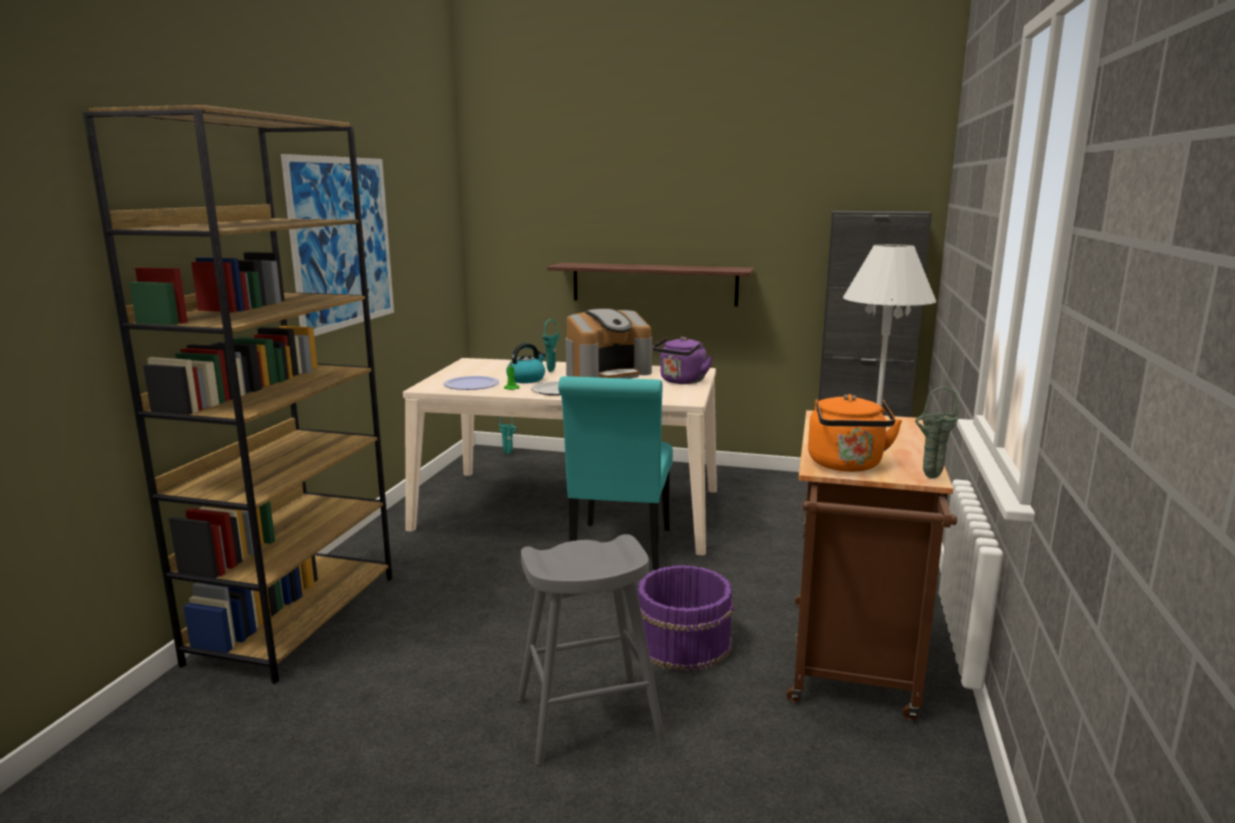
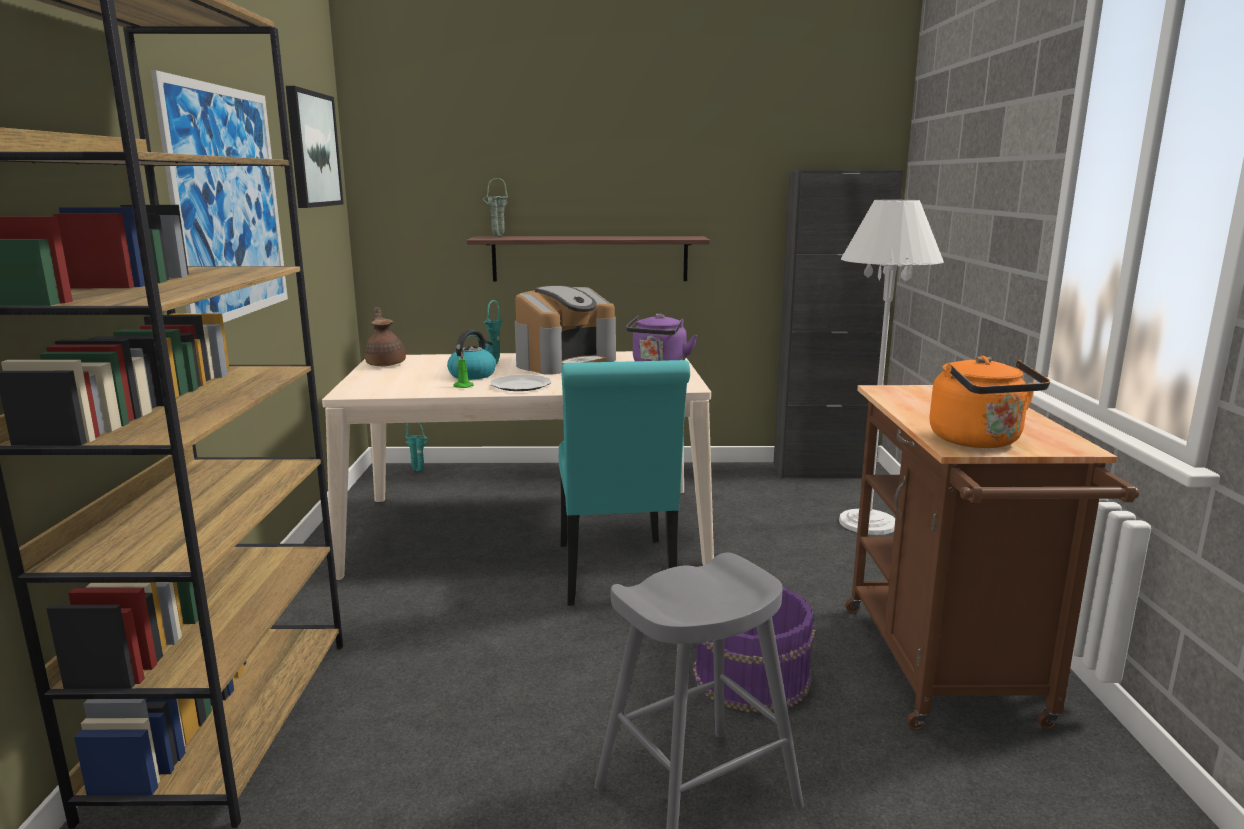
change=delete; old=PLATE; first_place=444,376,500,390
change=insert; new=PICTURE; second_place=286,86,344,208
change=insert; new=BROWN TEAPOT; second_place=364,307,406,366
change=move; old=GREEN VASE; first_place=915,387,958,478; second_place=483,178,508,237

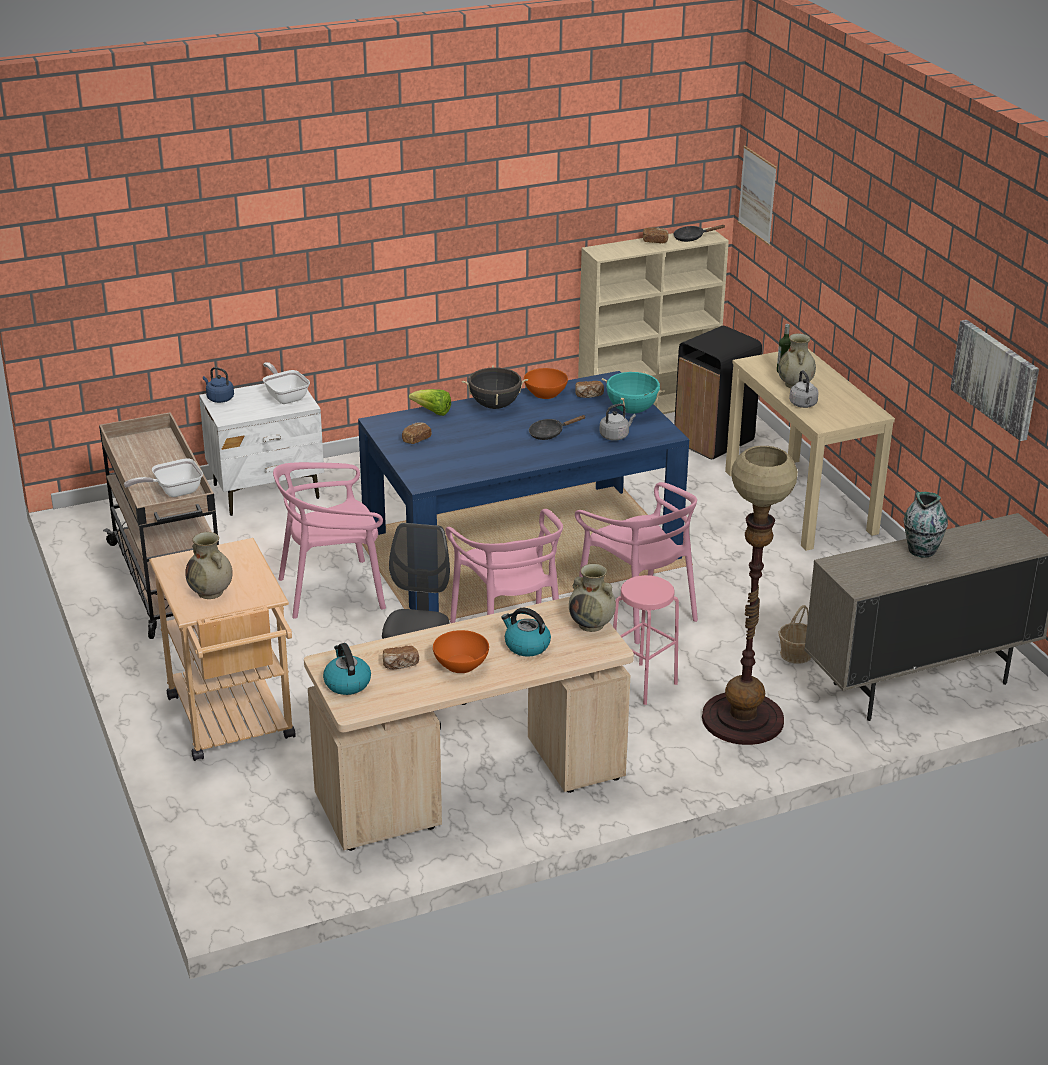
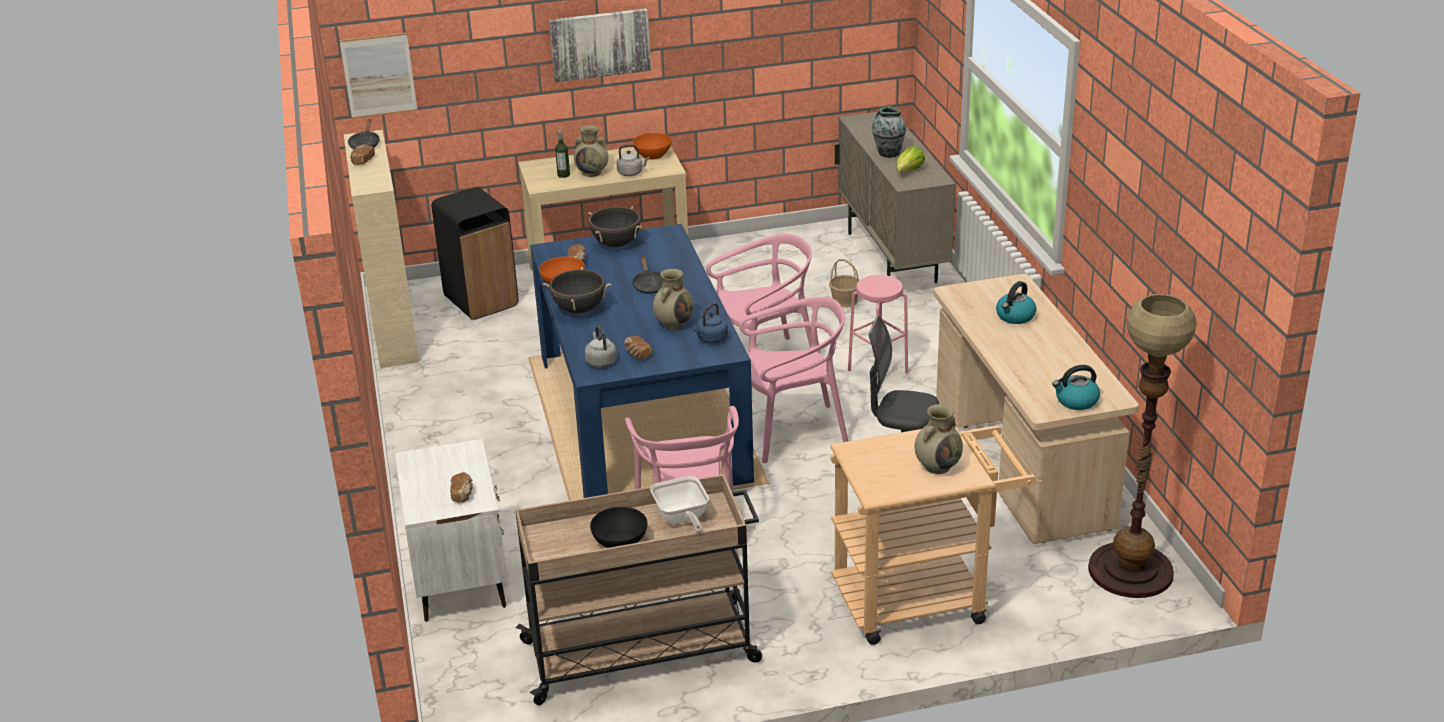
change=delete; old=FRYING PAN; first_place=263,362,310,404
change=insert; new=BLACK BOWL; second_place=590,507,647,548
change=move; old=BLUE KETTLE; first_place=203,367,234,403; second_place=694,303,728,344
change=move; old=BREAD; first_place=383,646,419,669; second_place=450,472,473,503
change=move; old=LETTUCE; first_place=409,389,451,416; second_place=897,146,925,172
change=move; old=ORANGE BOWL; first_place=433,630,489,673; second_place=632,133,672,159
change=move; old=BEIGE VASE; first_place=569,564,616,632; second_place=653,269,694,329
change=move; old=GREY KETTLE; first_place=599,404,636,441; second_place=585,326,617,367
change=move; old=FLOOR LAMP; first_place=702,446,798,745; second_place=1088,294,1197,598
change=move; old=PICTURE; first_place=950,320,1039,441; second_place=549,8,651,82
change=recolor; old=TURQUOISE COOKING POT; new=BLACK COOKING POT; first_place=602,371,665,414; second_place=588,206,642,247

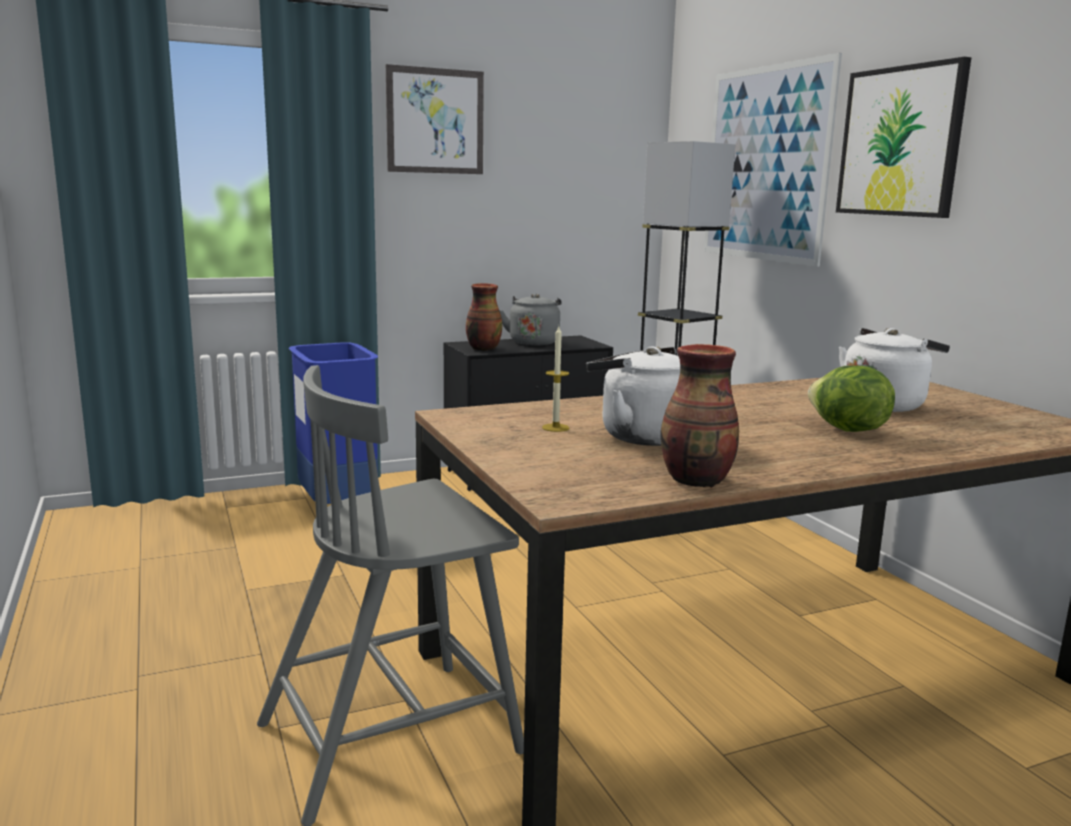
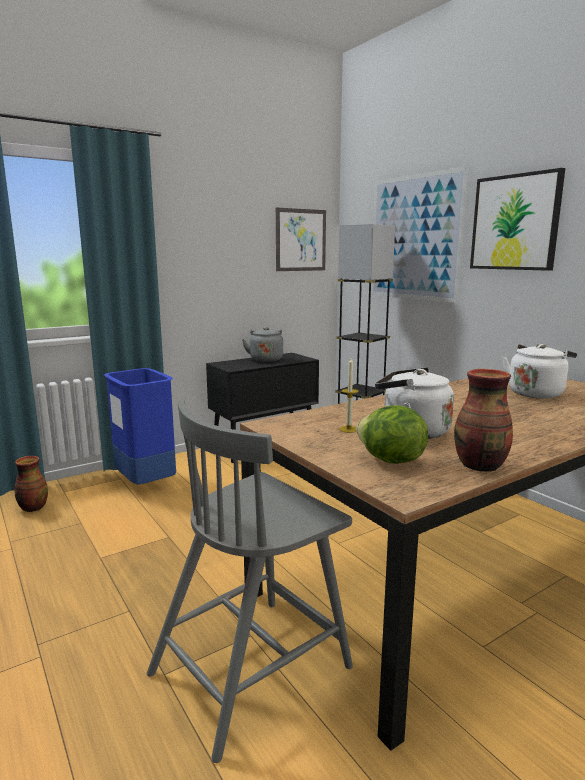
change=move; old=PICTURE; first_place=386,64,484,174; second_place=276,208,326,271
change=move; old=VASE; first_place=466,283,502,351; second_place=15,456,48,512
change=move; old=LETTUCE; first_place=808,365,895,432; second_place=356,405,428,464

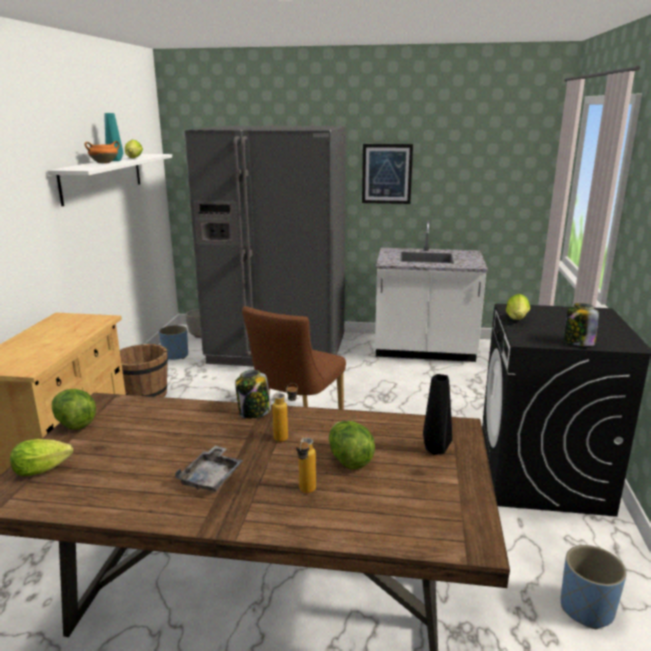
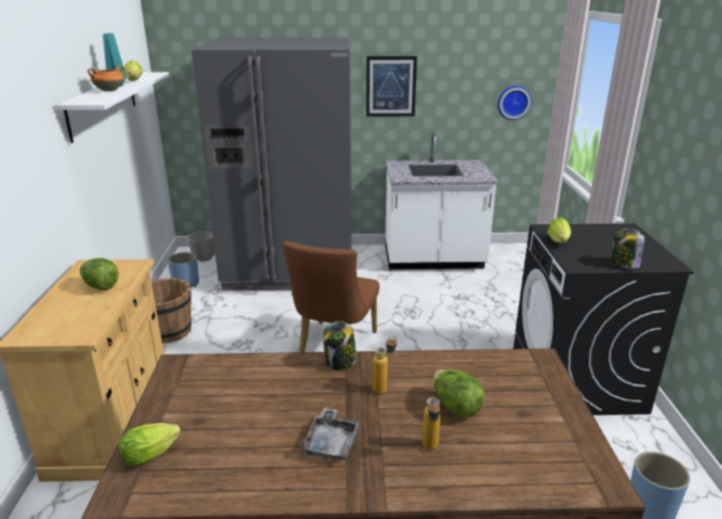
change=delete; old=BLACK VASE; first_place=423,374,452,455
change=insert; new=WALL CLOCK; second_place=498,86,531,120
change=move; old=LETTUCE; first_place=52,389,96,430; second_place=80,258,118,290

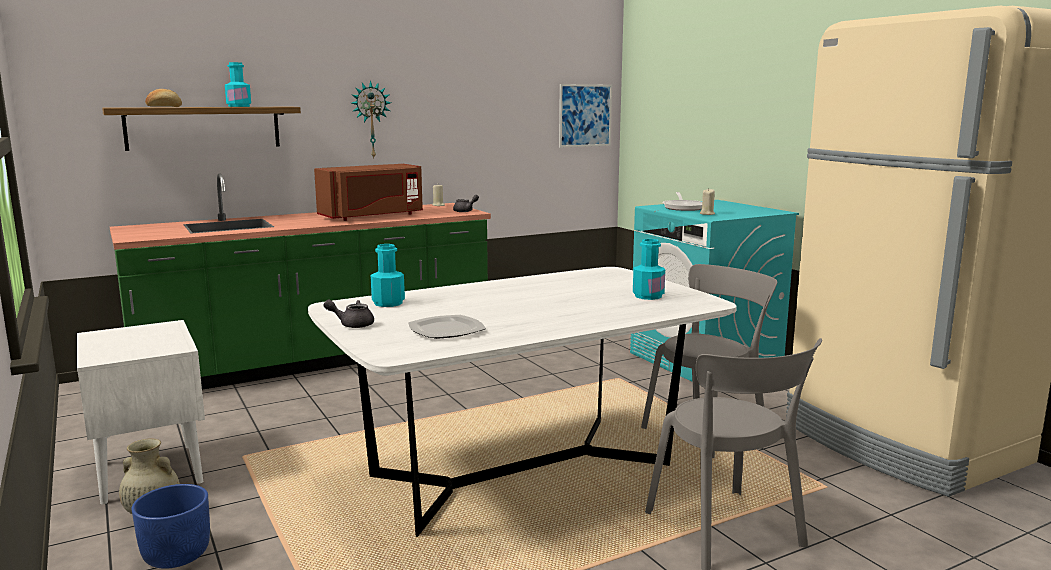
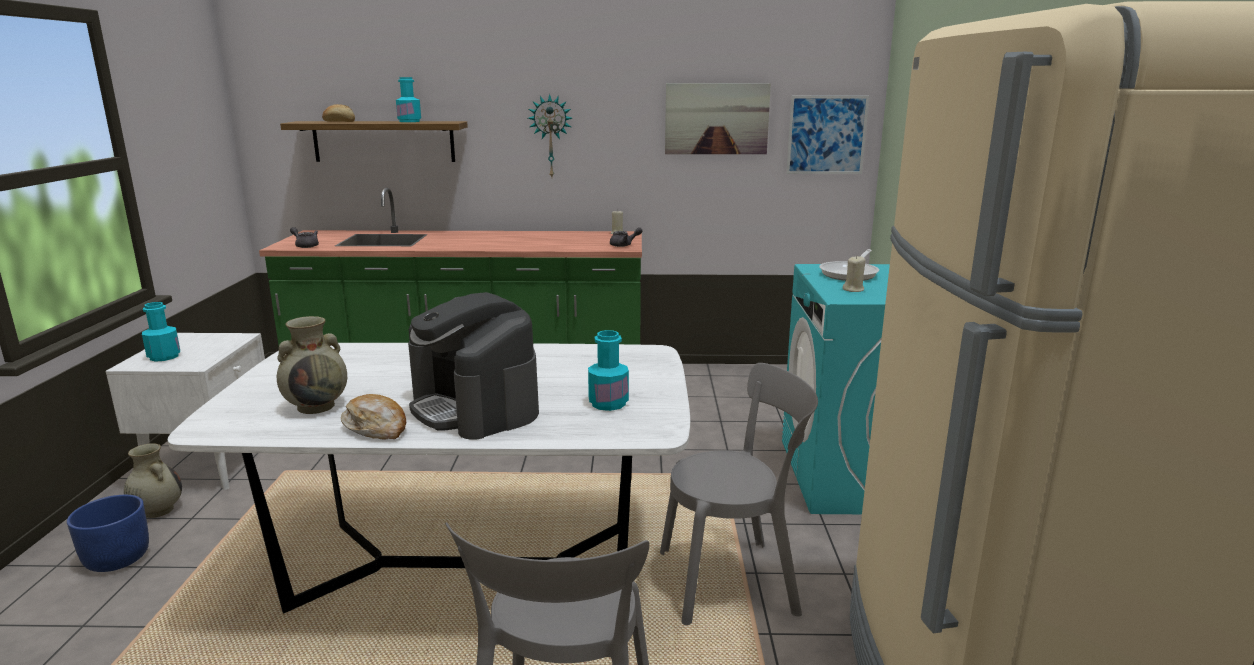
change=delete; old=BROWN MICROWAVE; first_place=314,164,423,221
change=insert; new=BREAD; second_place=341,394,406,440
change=insert; new=COFFEE MACHINE; second_place=408,292,539,440
change=insert; new=PICTURE; second_place=665,83,771,154
change=move; old=GREY TEAPOT; first_place=323,299,374,328; second_place=290,227,319,248
change=move; old=TURQUOISE BOTTLE; first_place=371,244,405,307; second_place=142,302,180,362
change=replace; old=PLATE; new=BEIGE VASE; first_place=408,315,486,339; second_place=277,316,347,414

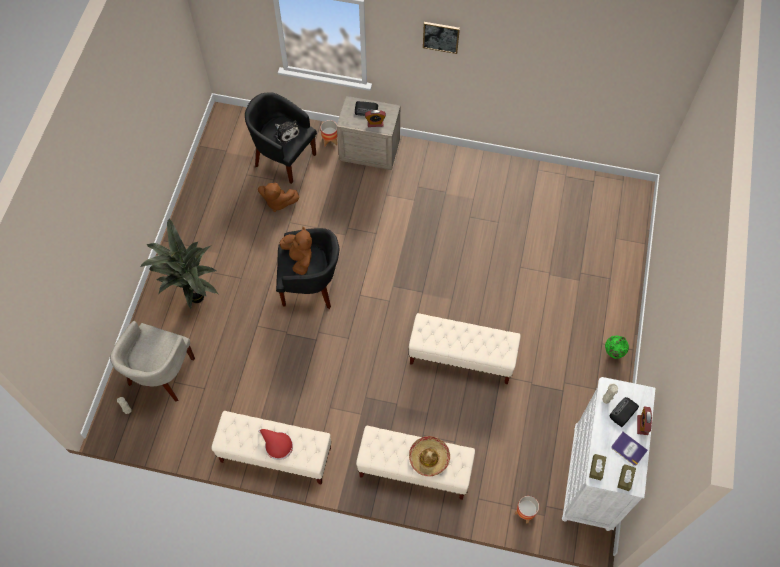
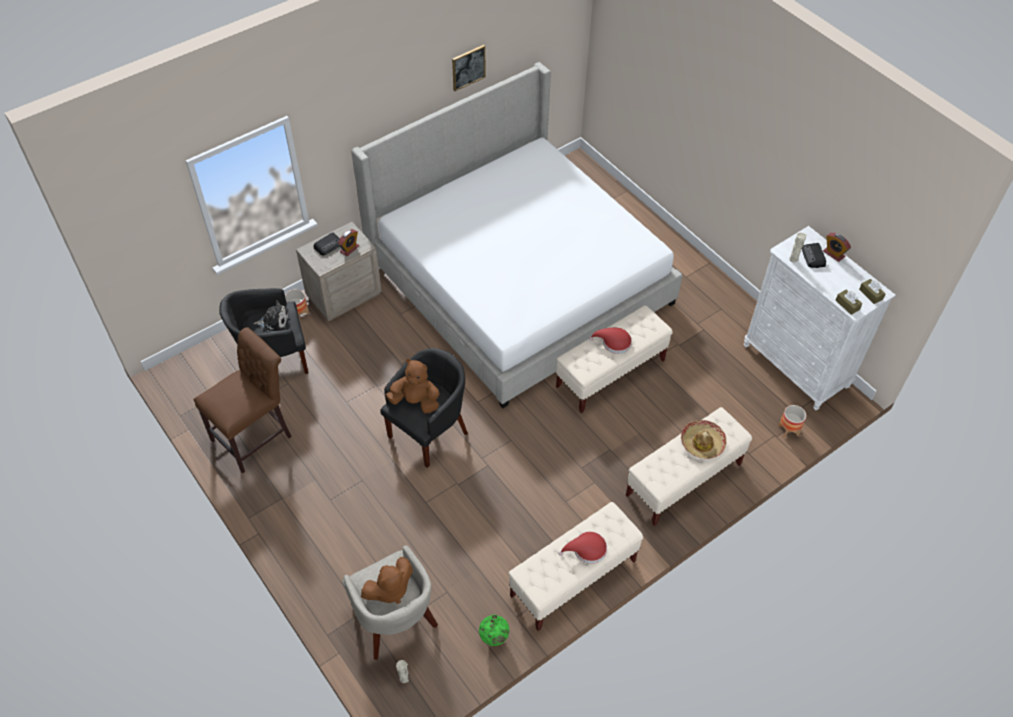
change=delete; old=POTTED PLANT; first_place=140,219,218,309
change=delete; old=BOOK; first_place=611,432,648,466
change=insert; new=BROWN CHAIR; second_place=194,327,292,474
change=insert; new=BED; second_place=351,62,683,408
change=insert; new=RED HAT; second_place=589,328,632,354
change=move; old=BROWN PLUSH TOY; first_place=258,183,300,212; second_place=361,557,413,604
change=move; old=PICTURE; first_place=423,22,460,54; second_place=452,45,486,91
change=move; old=GREEN VASE; first_place=605,336,629,359; second_place=479,614,509,646

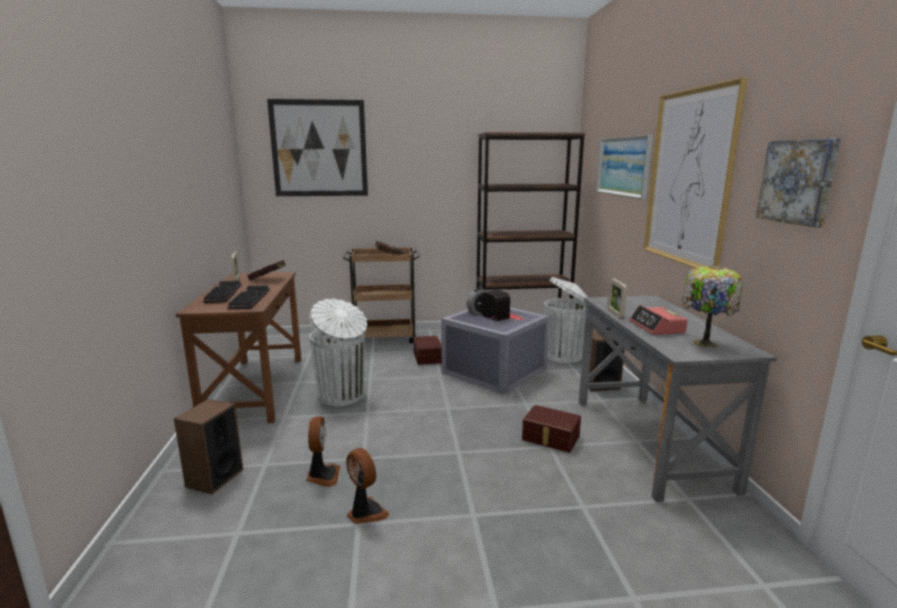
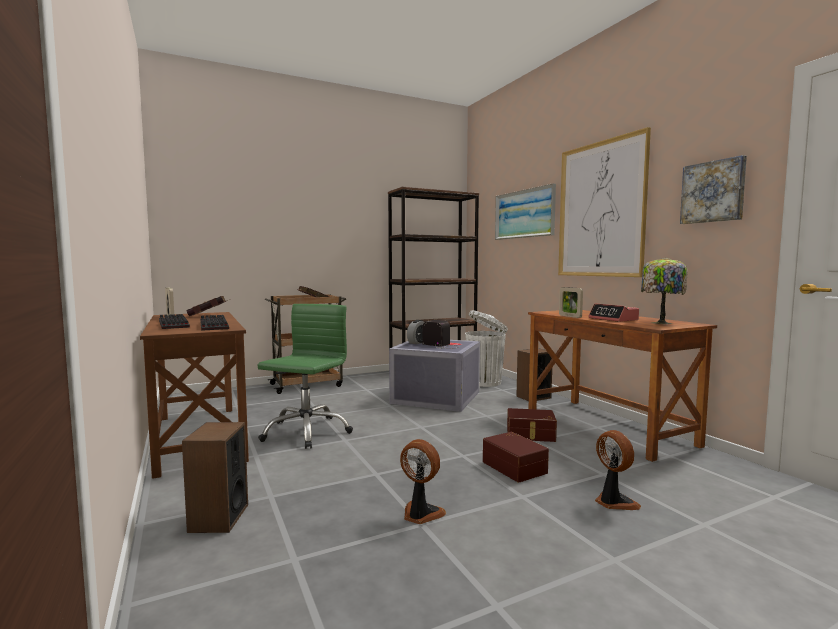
change=delete; old=PICTURE; first_place=267,99,368,196
change=move; old=FAN; first_place=306,416,340,487; second_place=595,430,641,510
change=move; old=BROWN STORAGE BOX; first_place=413,336,442,365; second_place=483,432,549,483
change=replace; old=WHITE TRASH CAN; new=GREEN OFFICE CHAIR; first_place=309,299,367,406; second_place=257,304,353,449
change=recolor; old=GREY DESK; new=BROWN DESK; first_place=579,295,777,502; second_place=528,310,717,462

